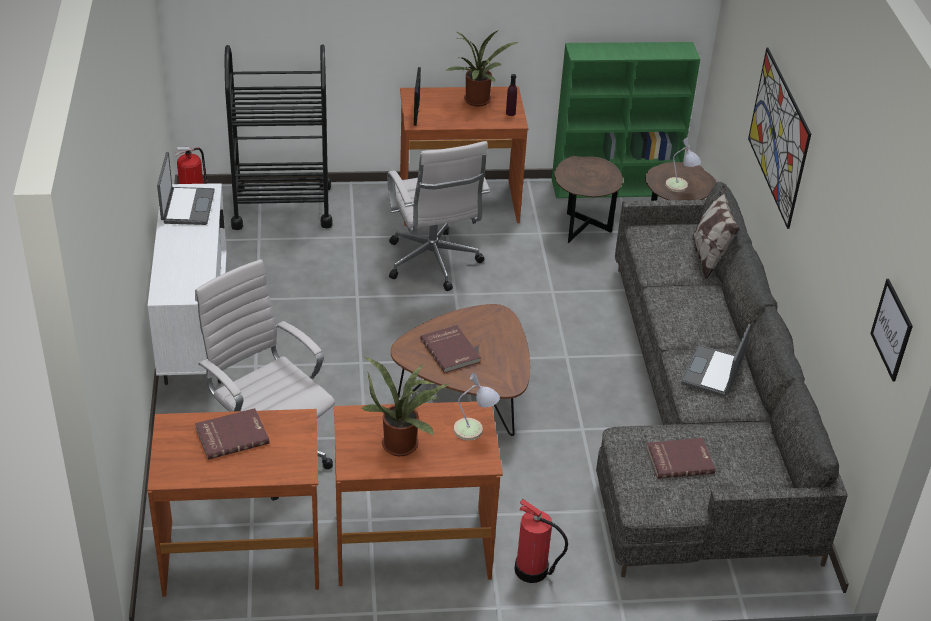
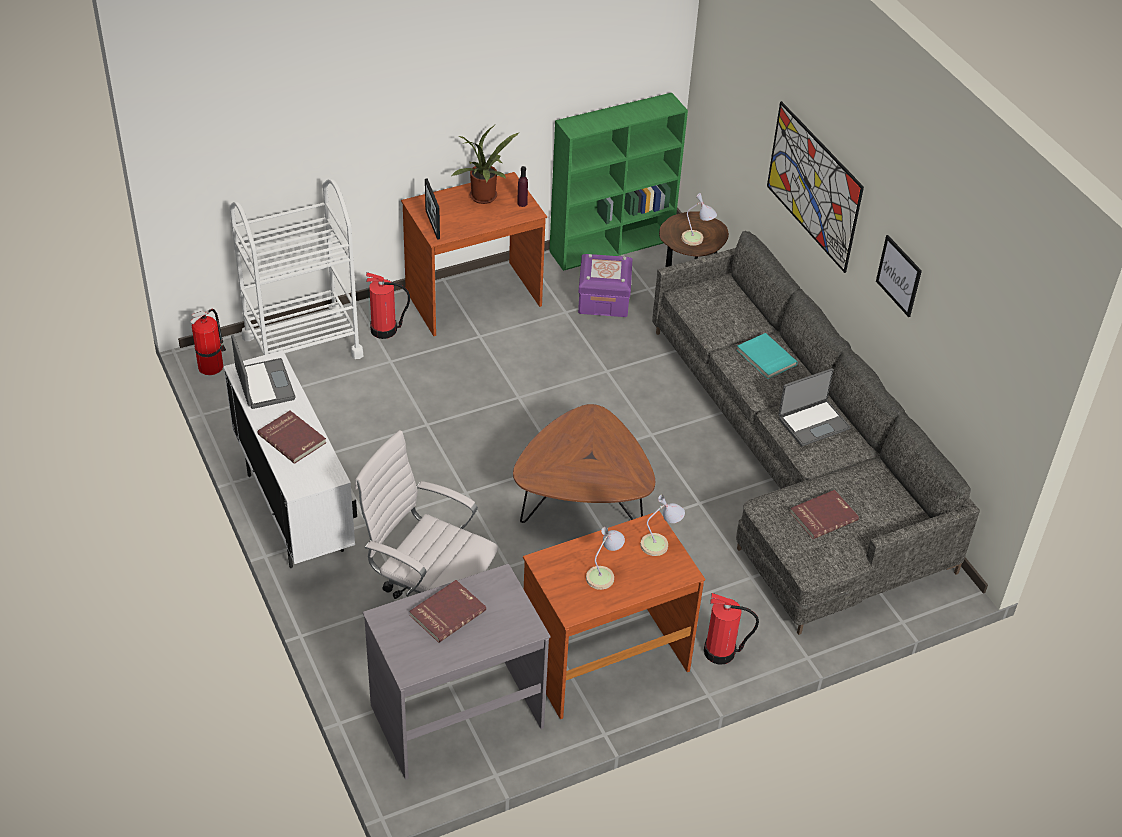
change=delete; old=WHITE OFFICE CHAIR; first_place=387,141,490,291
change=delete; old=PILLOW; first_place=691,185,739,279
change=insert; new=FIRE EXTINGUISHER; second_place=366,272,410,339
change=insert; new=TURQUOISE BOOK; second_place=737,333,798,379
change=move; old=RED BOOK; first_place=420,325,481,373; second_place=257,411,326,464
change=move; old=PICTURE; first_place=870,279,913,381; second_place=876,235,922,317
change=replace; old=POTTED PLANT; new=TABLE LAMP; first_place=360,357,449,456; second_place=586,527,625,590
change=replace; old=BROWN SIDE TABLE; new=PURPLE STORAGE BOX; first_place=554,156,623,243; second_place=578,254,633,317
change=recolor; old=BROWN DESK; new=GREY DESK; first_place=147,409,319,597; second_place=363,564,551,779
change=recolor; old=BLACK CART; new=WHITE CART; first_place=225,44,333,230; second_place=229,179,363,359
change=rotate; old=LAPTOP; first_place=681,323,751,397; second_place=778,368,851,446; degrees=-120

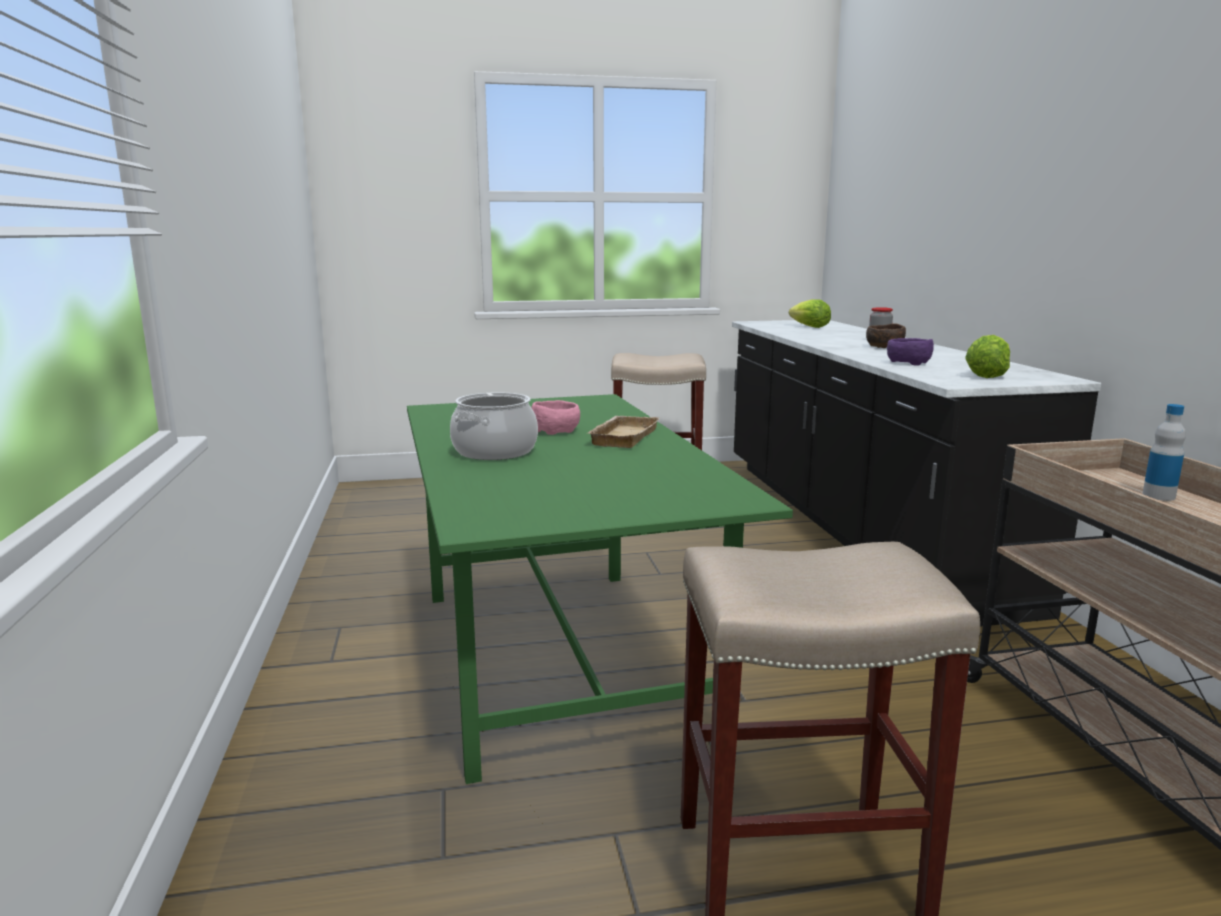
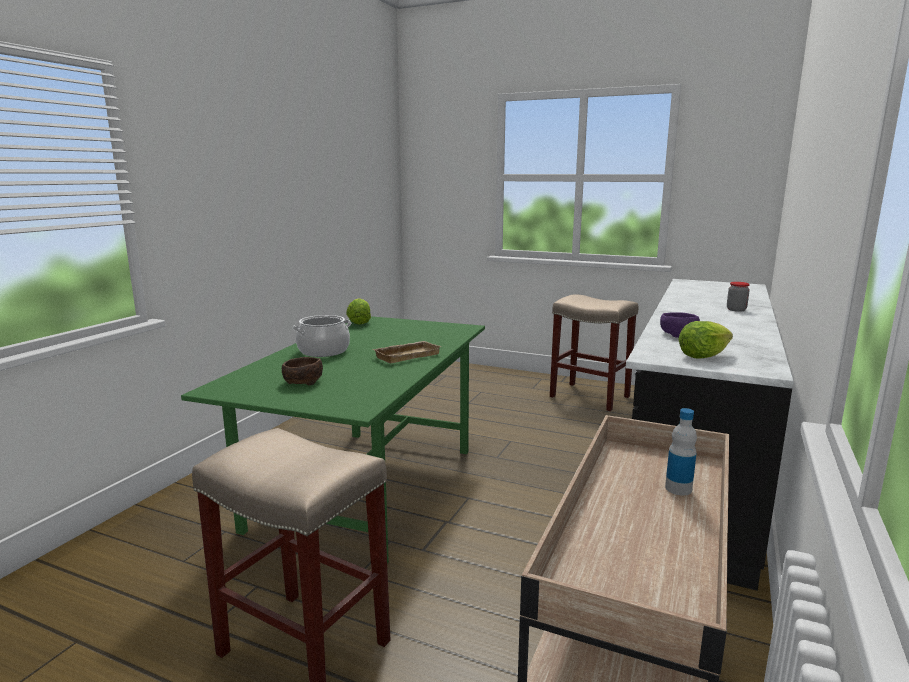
change=delete; old=PINK BOWL; first_place=531,400,580,435
change=move; old=LETTUCE; first_place=789,299,831,328; second_place=346,298,371,324
change=move; old=BROWN BOWL; first_place=866,324,906,348; second_place=282,357,323,385

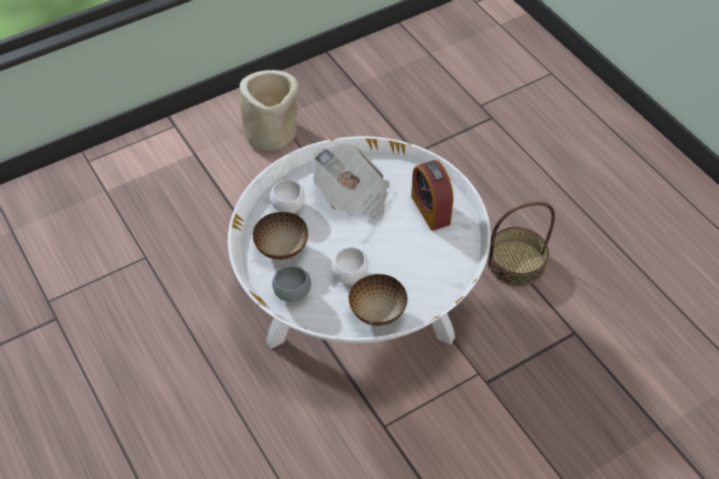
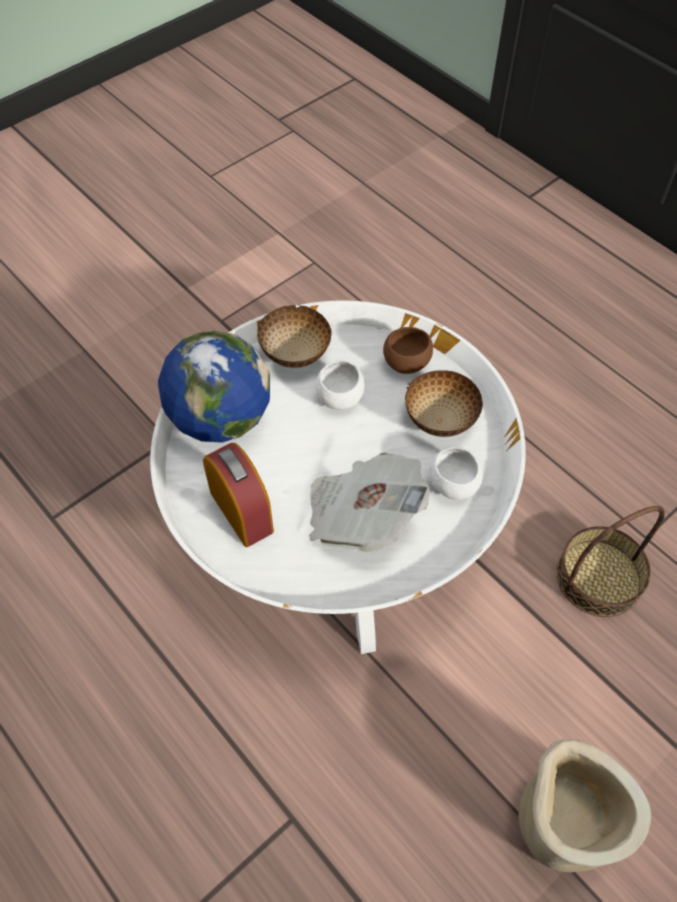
change=insert; new=GLOBE; second_place=158,330,270,443
change=move; old=BASKET; first_place=487,202,555,286; second_place=556,506,665,617
change=recolor; old=GREY BOWL; new=BROWN BOWL; first_place=272,266,311,302; second_place=383,327,433,374

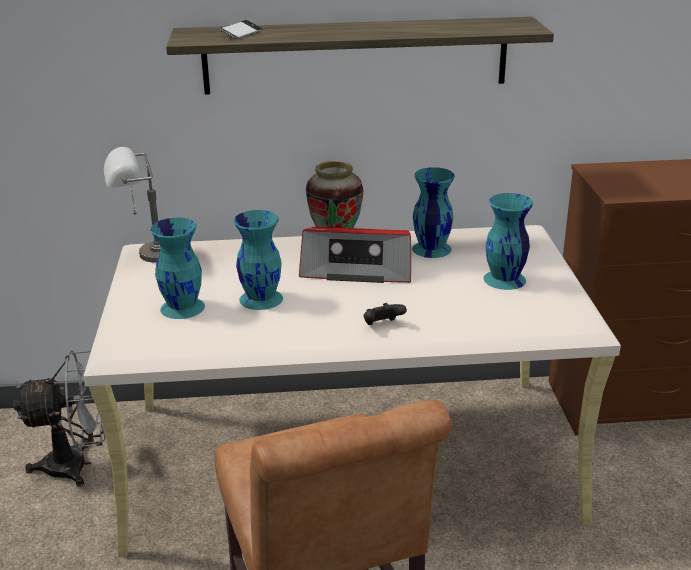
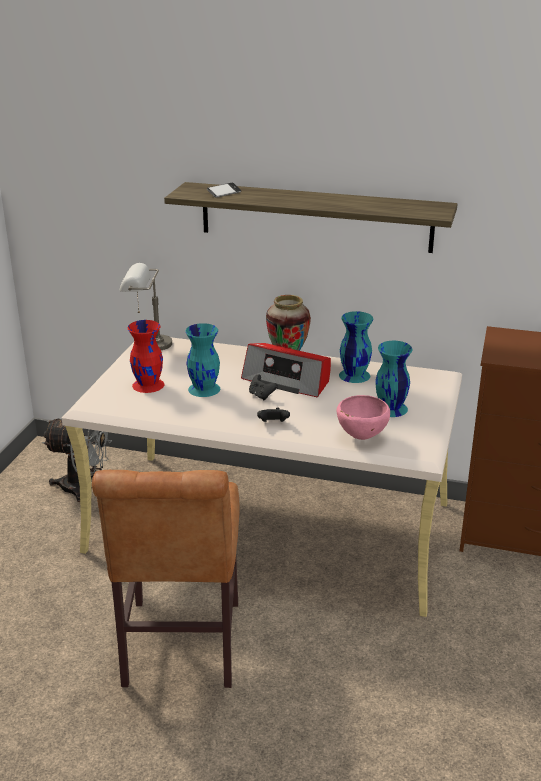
change=insert; new=BLACK GAME CONTROLLER; second_place=249,374,278,400
change=insert; new=PINK BOWL; second_place=337,395,390,440
change=recolor; old=TURQUOISE VASE; new=RED VASE; first_place=150,218,205,319; second_place=128,320,164,393

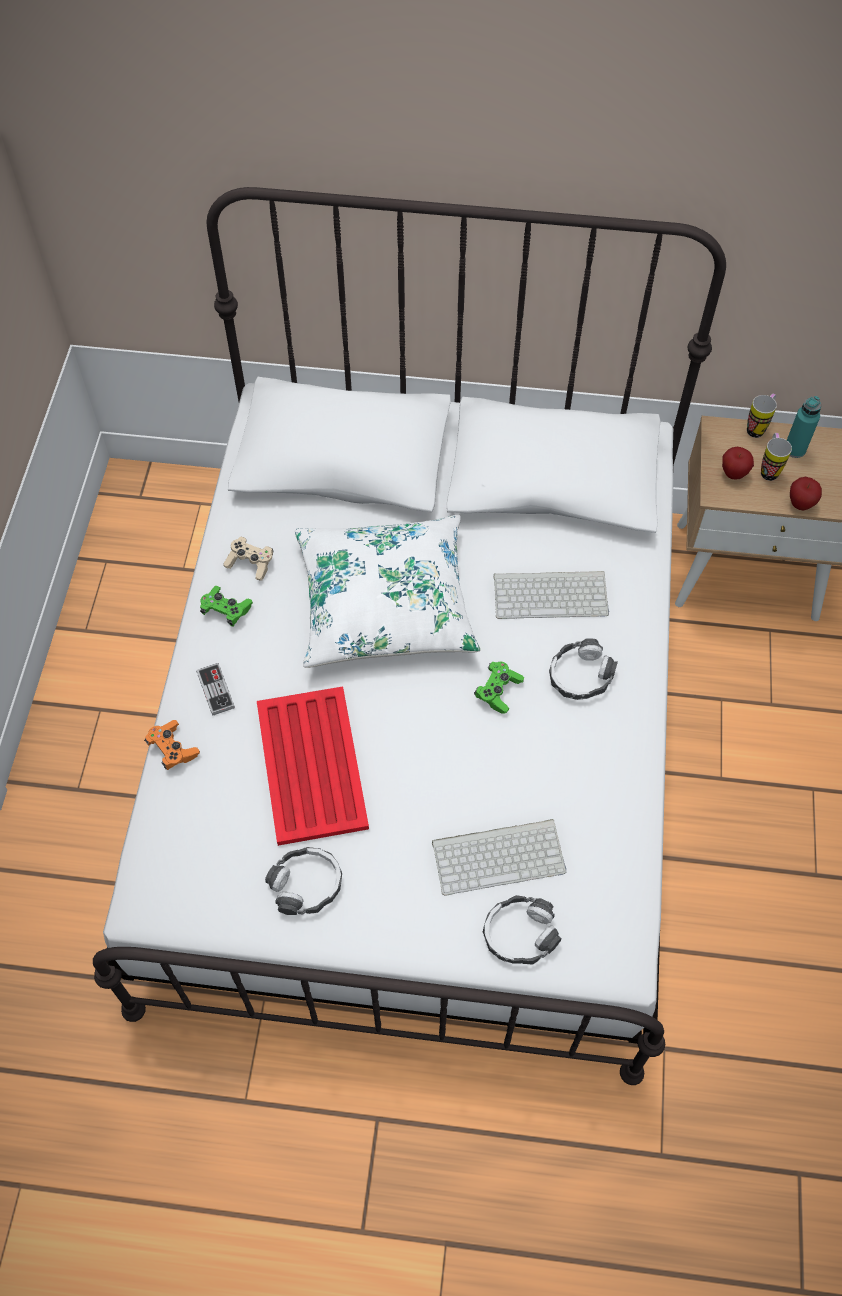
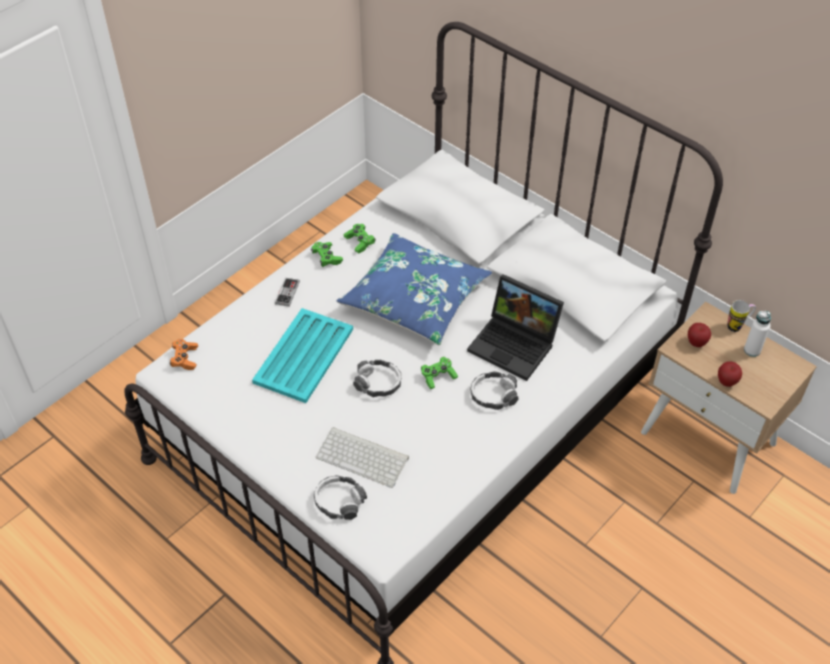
change=delete; old=MUG; first_place=761,433,792,481
change=move; old=ORANGE GAME CONTROLLER; first_place=144,720,200,770; second_place=170,339,198,370
change=move; old=HEADPHONES; first_place=265,847,342,915; second_place=353,360,401,397
change=replace; old=KEYBOARD; new=LAPTOP; first_place=494,571,609,619; second_place=467,274,564,381
change=recolor; old=BEIGE GAME CONTROLLER; new=GREEN GAME CONTROLLER; first_place=223,537,273,581; second_place=344,224,375,254
change=recolor; old=RED TRAY; new=TURQUOISE TRAY; first_place=257,687,369,846; second_place=252,308,353,403
change=recolor; old=WHITE PILLOW; new=BLUE PILLOW; first_place=295,515,480,668; second_place=336,233,492,345
change=recolor; old=TURQUOISE BOTTLE; new=WHITE BOTTLE; first_place=787,396,821,458; second_place=744,311,771,357

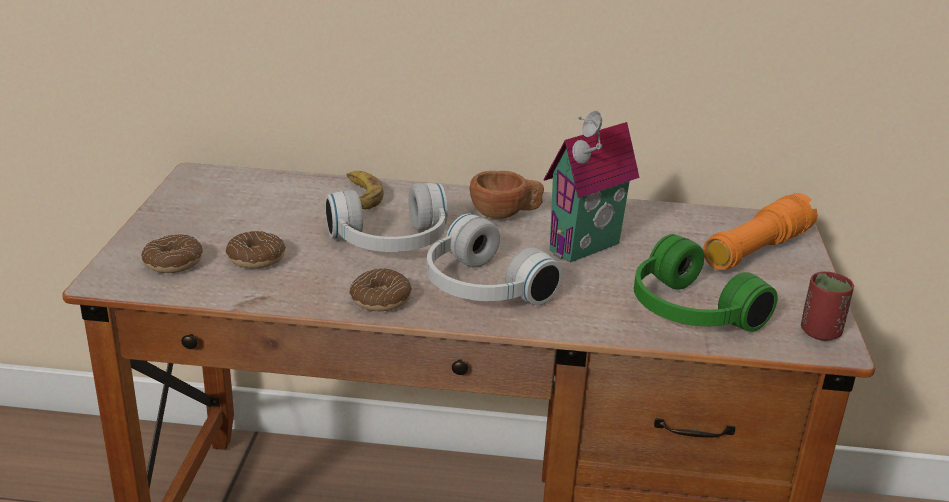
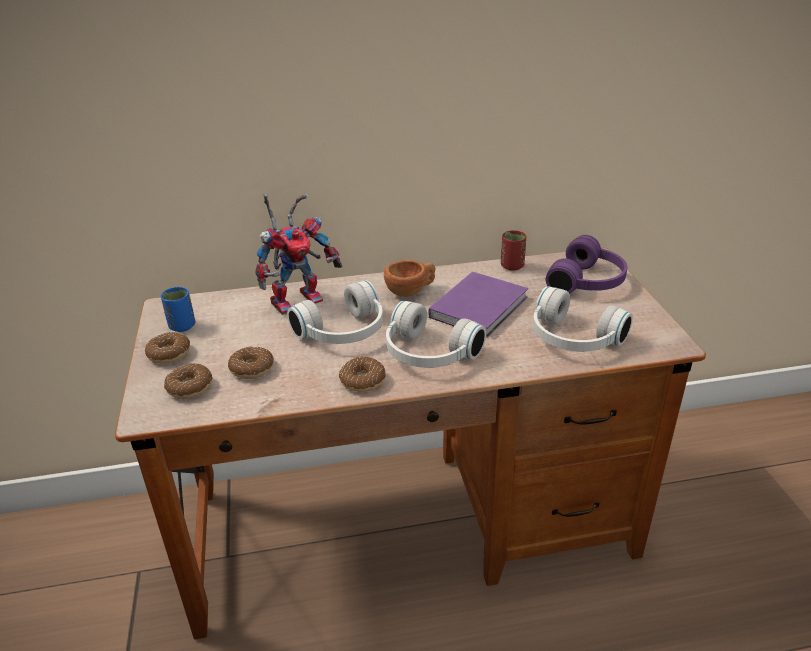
change=insert; new=DONUT; second_place=145,332,190,364
change=insert; new=BLUE CUP; second_place=161,287,195,332
change=move; old=RED CUP; first_place=801,272,855,341; second_place=501,230,527,271
change=replace; old=BANANA; new=TOY ROBOT; first_place=347,171,384,209; second_place=256,194,343,315
change=replace; old=TOY HOUSE; new=PURPLE BOOK; first_place=544,111,640,263; second_place=429,272,528,338
change=replace; old=ORANGE FLASHLIGHT; new=PURPLE HEADPHONES; first_place=703,193,817,270; second_place=546,235,628,294
change=recolor; old=GREEN HEADPHONES; new=WHITE HEADPHONES; first_place=634,234,778,332; second_place=533,286,633,352

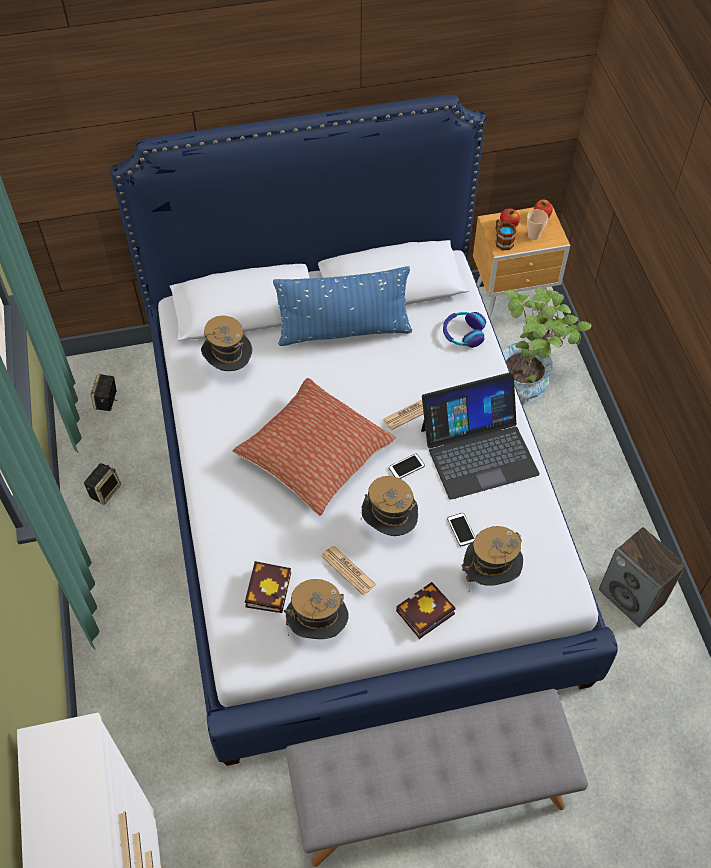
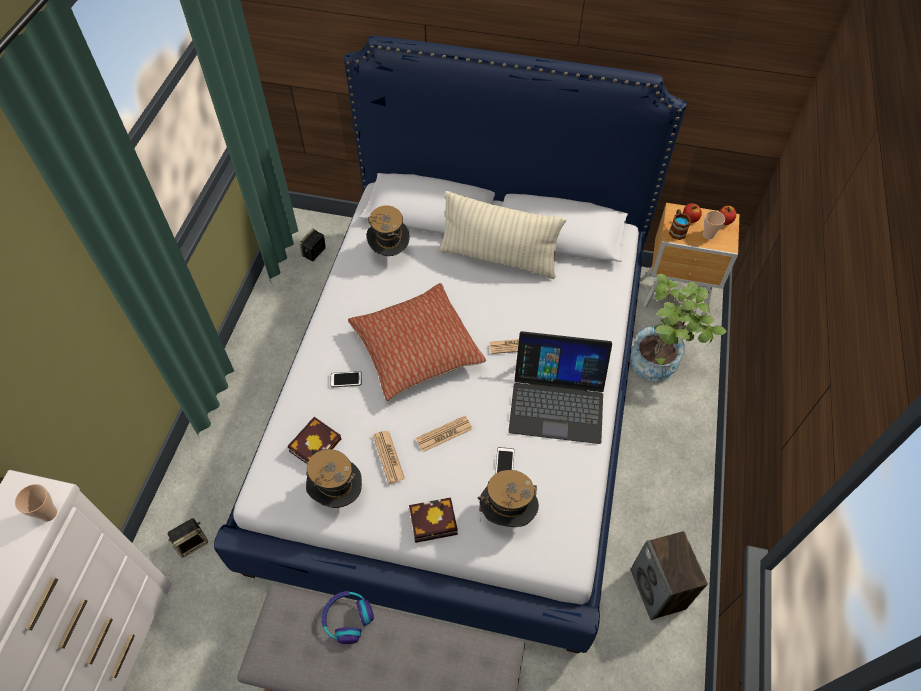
change=insert; new=CUP; second_place=15,484,57,522
change=move; old=SPEAKER; first_place=84,463,121,505; second_place=168,518,208,558
change=move; old=PHONE; first_place=389,454,425,479; second_place=330,371,362,387
change=move; old=HEADPHONES; first_place=443,312,486,348; second_place=322,591,374,644
change=replace; old=HAT; new=NEWSPAPER; first_place=361,476,418,536; second_place=416,416,473,452
change=recolor; old=BLUE PILLOW; new=BEIGE PILLOW; first_place=273,266,412,346; second_place=439,191,566,279

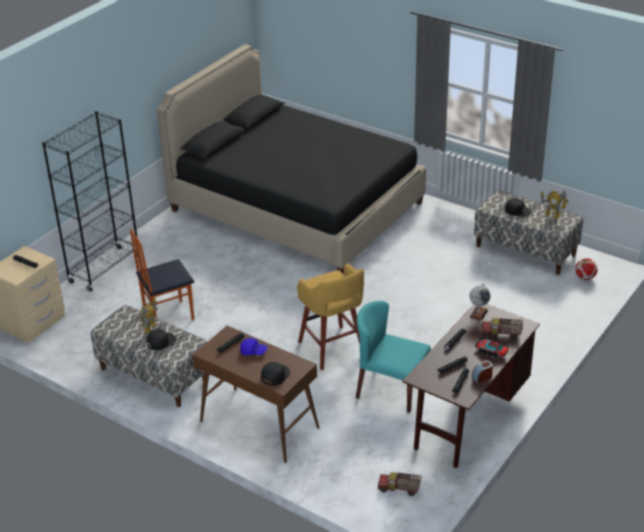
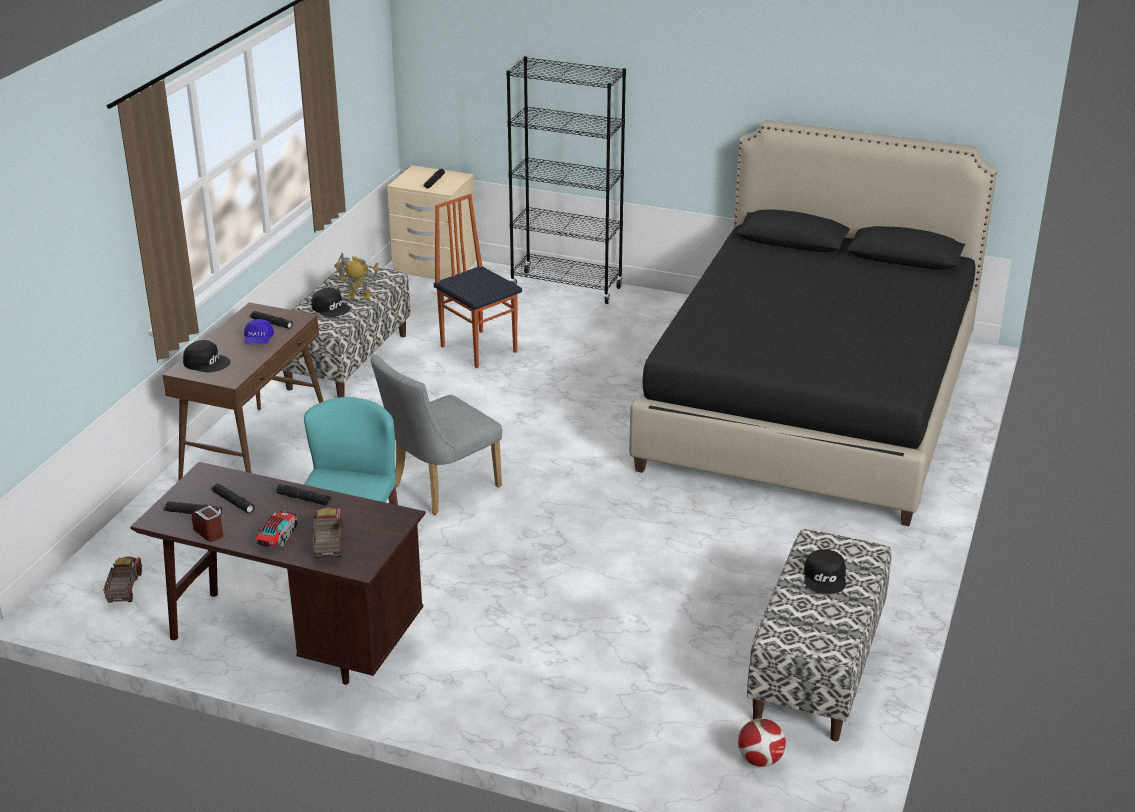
change=delete; old=GLOBE; first_place=469,284,490,321
change=delete; old=TOY ROBOT; first_place=540,190,569,219
change=replace; old=YELLOW STOOL; new=GREY CHAIR; first_place=297,264,364,370; second_place=370,354,502,515

